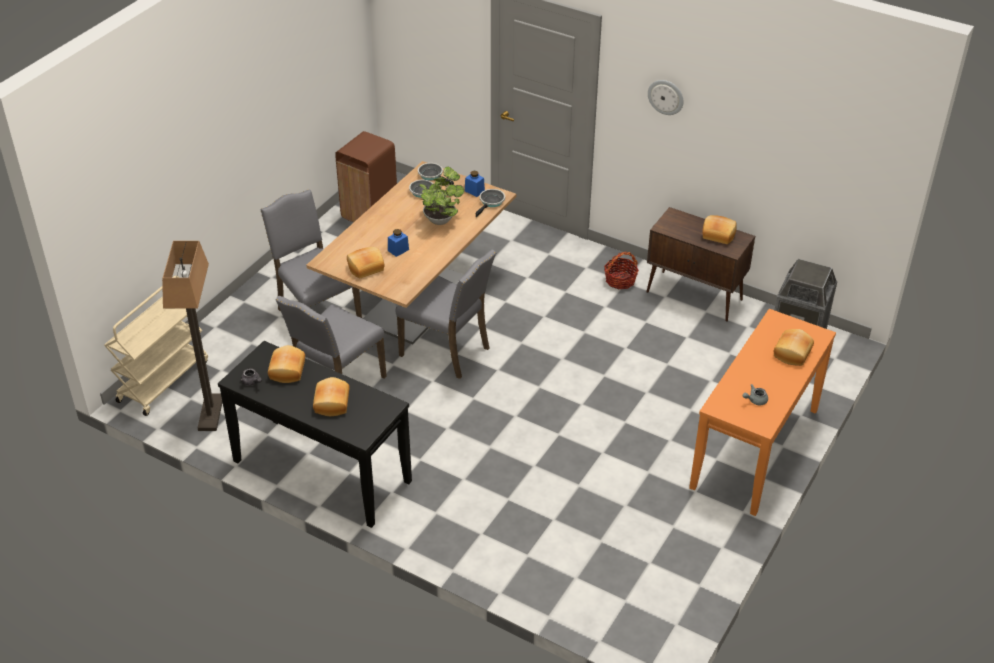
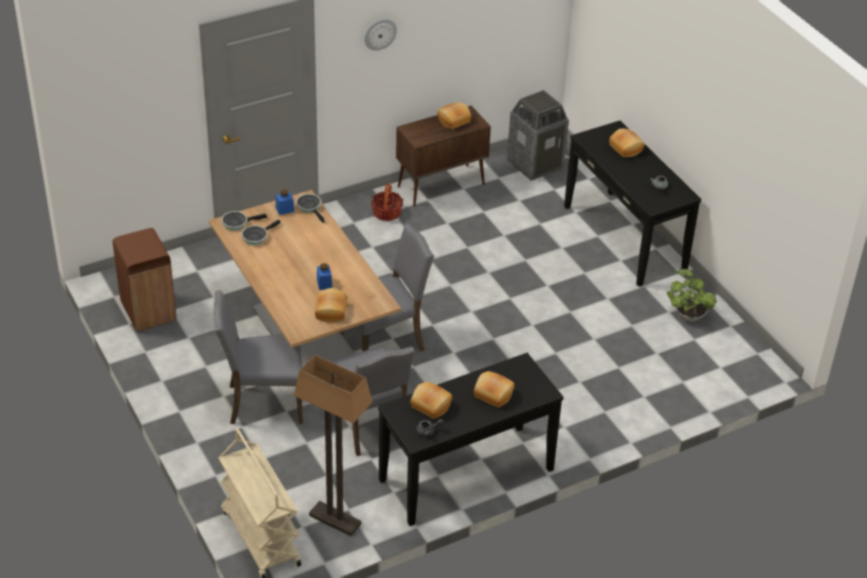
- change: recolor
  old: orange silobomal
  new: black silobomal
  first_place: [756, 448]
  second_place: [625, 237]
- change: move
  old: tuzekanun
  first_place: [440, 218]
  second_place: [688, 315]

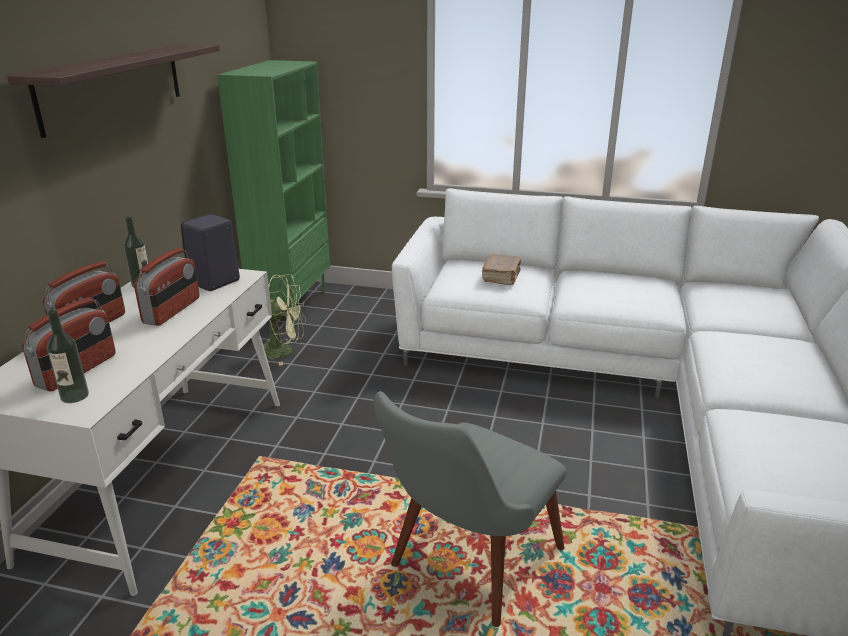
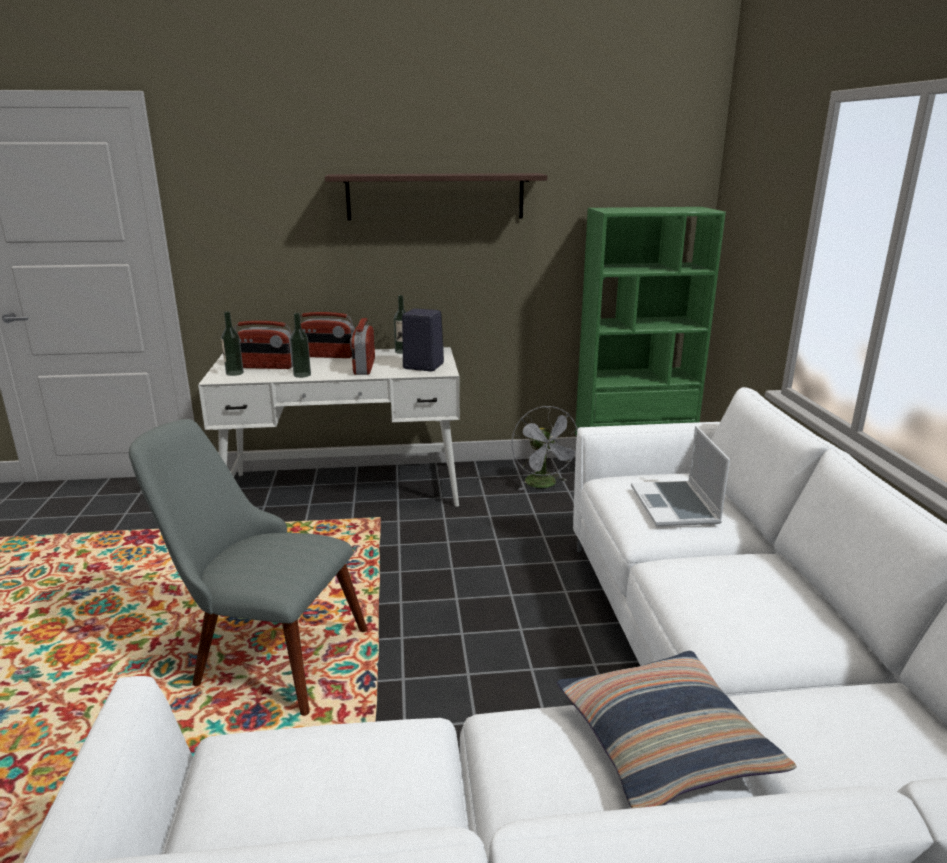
- change: insert
  new: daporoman
  second_place: [302, 375]
- change: rotate
  old: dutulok
  first_place: [172, 311]
  second_place: [363, 367]
  degrees: 90
- change: recolor
  old: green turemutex
  new: grey turemutex
  first_place: [284, 351]
  second_place: [544, 485]
- change: insert
  new: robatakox
  second_place: [665, 742]
- change: replace
  old: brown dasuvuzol
  new: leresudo
  first_place: [501, 277]
  second_place: [676, 506]

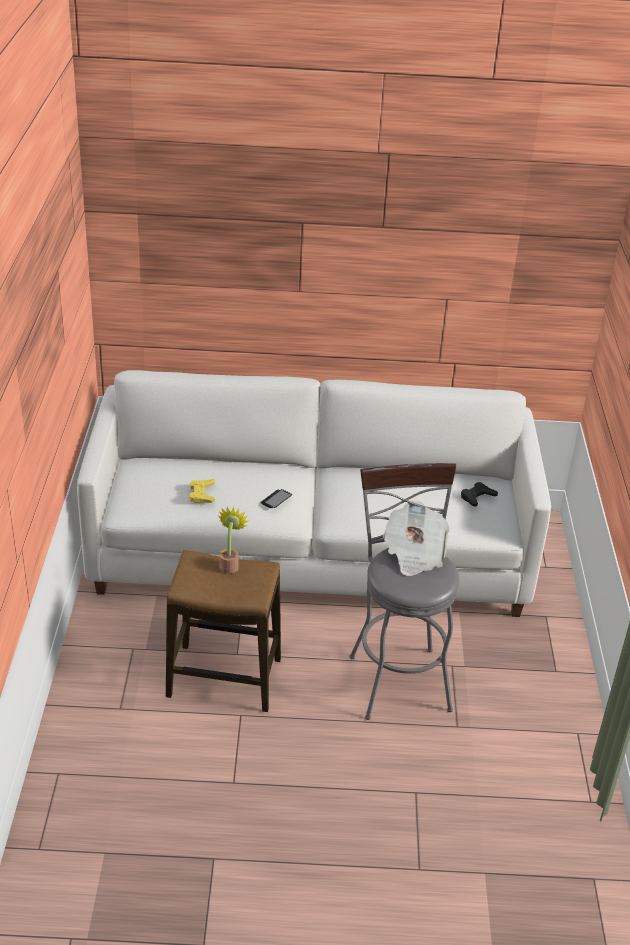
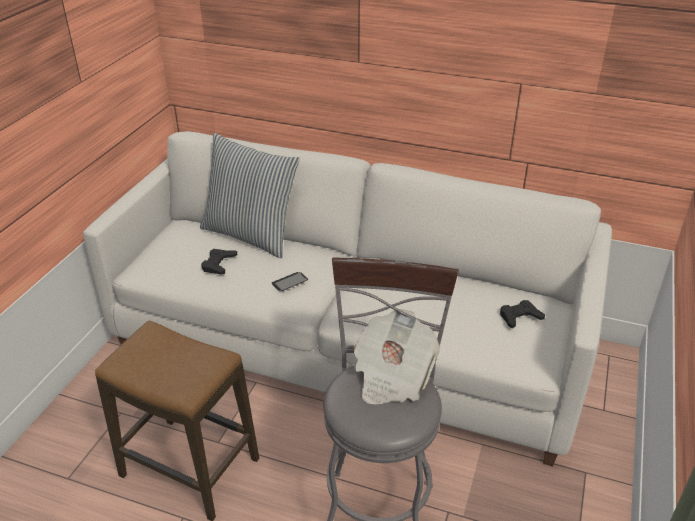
- change: insert
  new: robatakox
  second_place: [251, 235]
- change: recolor
  old: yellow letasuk
  new: black letasuk
  first_place: [202, 494]
  second_place: [218, 264]
- change: delete
  old: tuzekanun
  first_place: [230, 564]

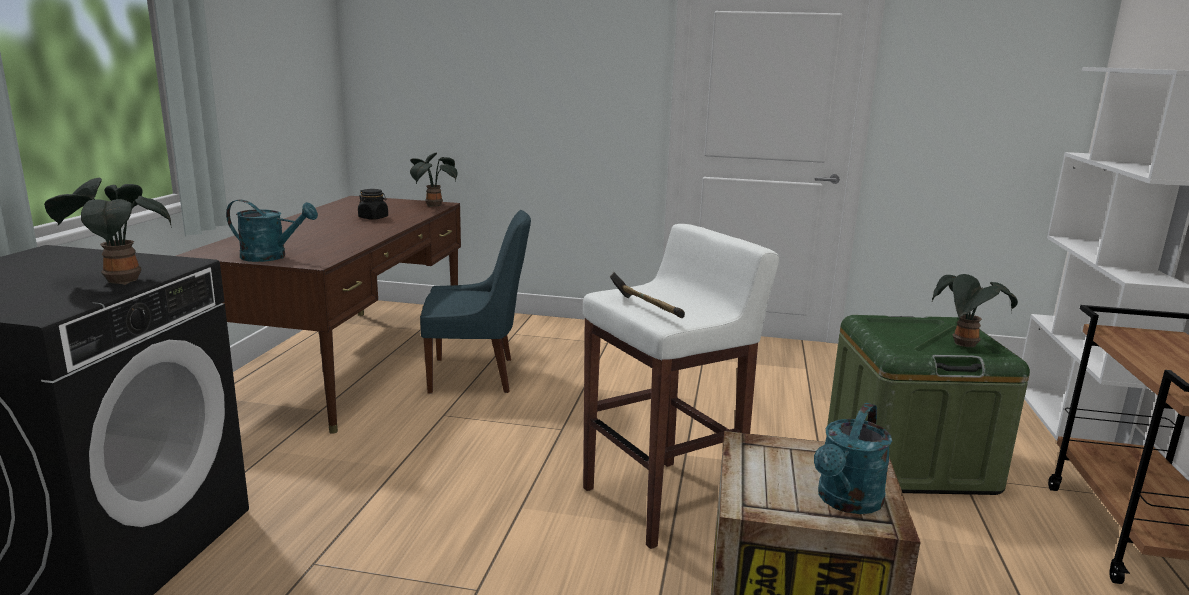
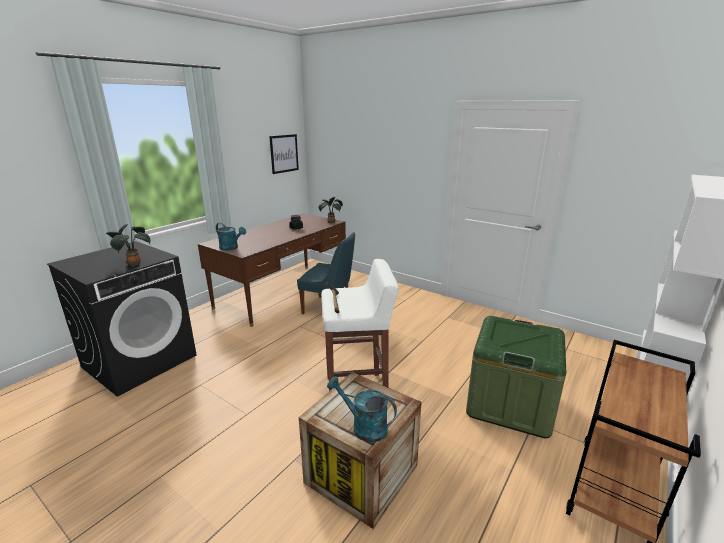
- change: insert
  new: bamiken
  second_place: [284, 153]
- change: rotate
  old: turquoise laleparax
  first_place: [846, 502]
  second_place: [363, 426]
  degrees: 60
- change: delete
  old: tuzekanun
  first_place: [964, 345]

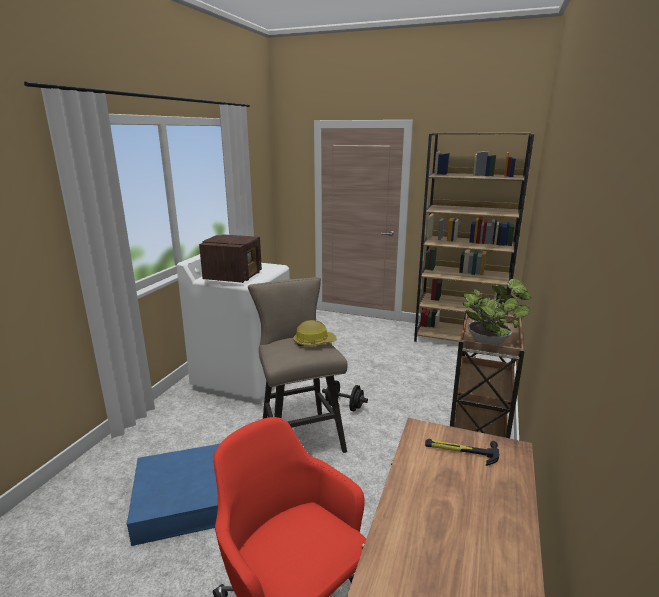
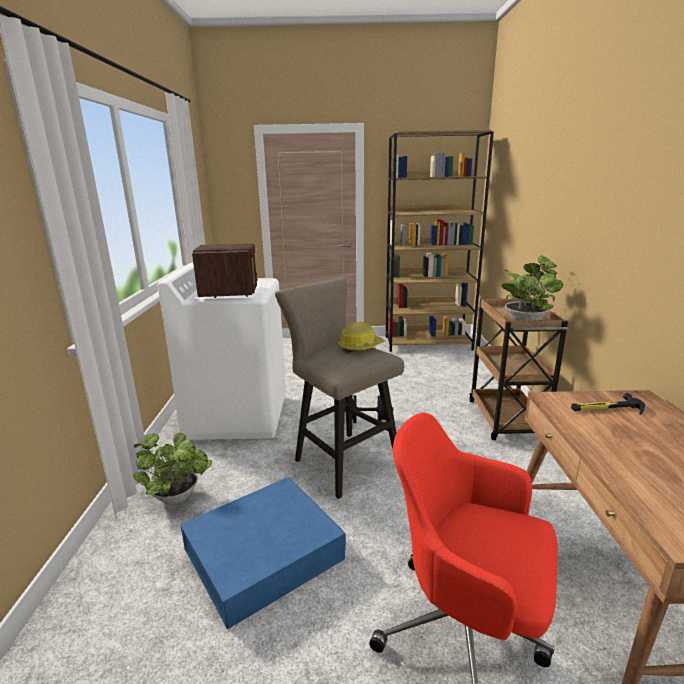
- change: insert
  new: tuzekanun
  second_place: [179, 498]

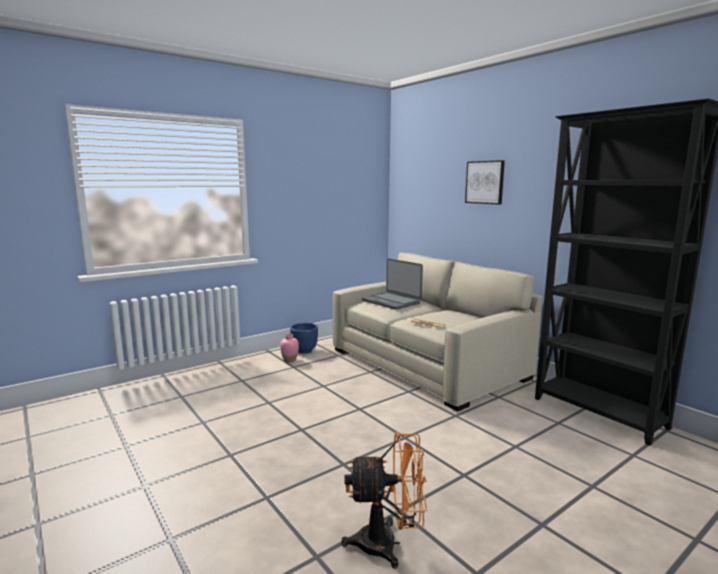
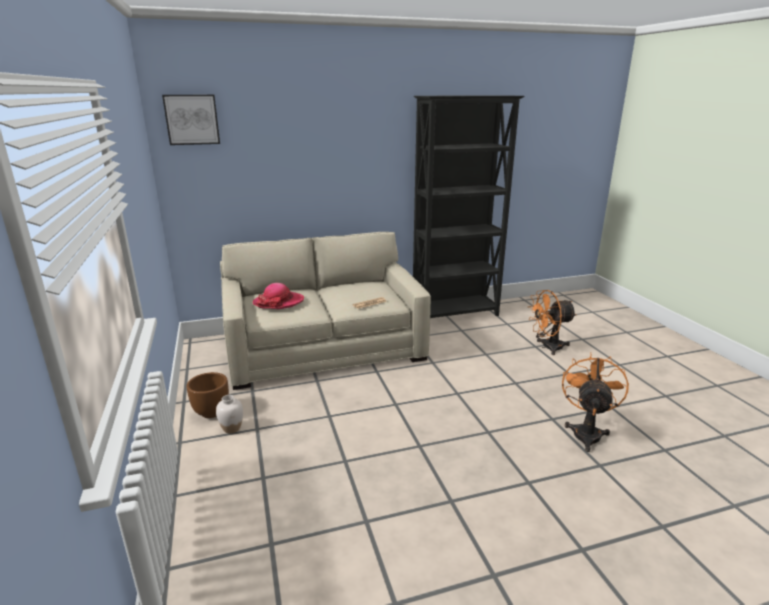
- change: move
  old: bamiken
  first_place: [485, 182]
  second_place: [192, 119]
- change: recolor
  old: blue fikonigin
  new: brown fikonigin
  first_place: [304, 351]
  second_place: [212, 412]
- change: recolor
  old: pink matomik
  new: white matomik
  first_place: [289, 360]
  second_place: [232, 428]
- change: replace
  old: leresudo
  new: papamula
  first_place: [391, 301]
  second_place: [278, 302]
- change: insert
  new: orange turemutex
  second_place: [547, 347]

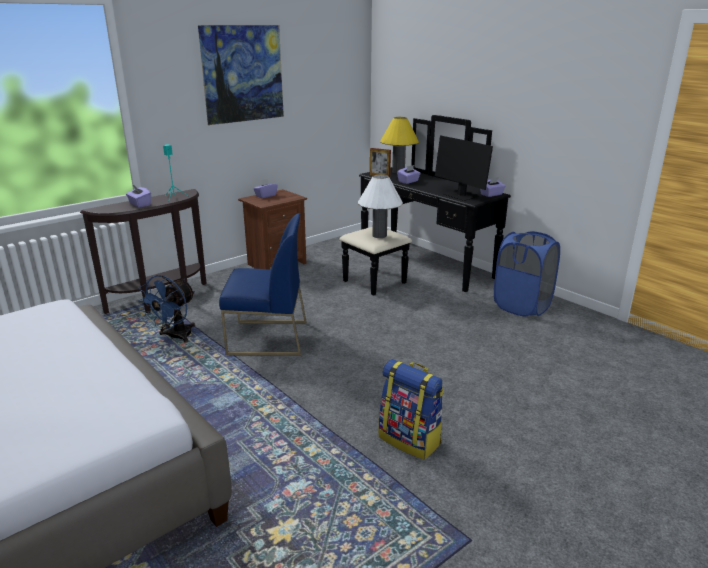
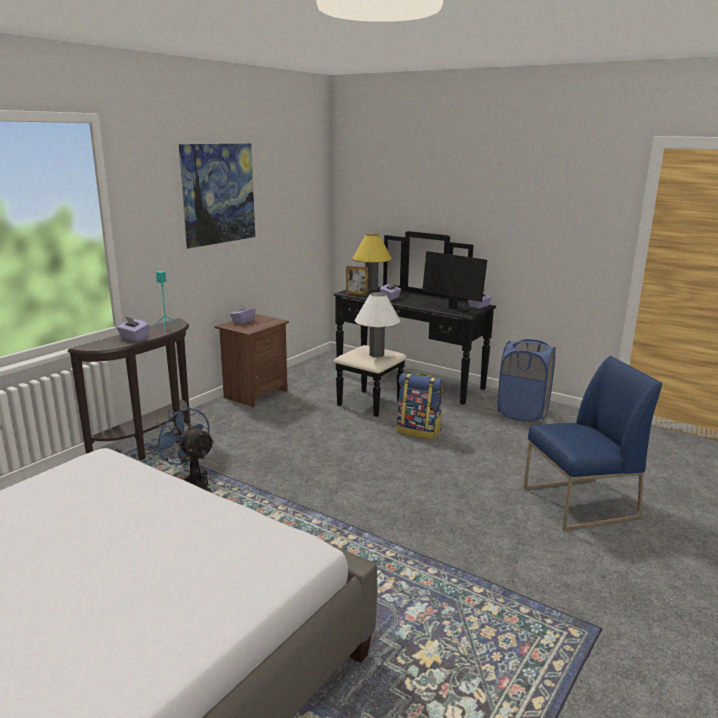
- change: rotate
  old: blue turemutex
  first_place: [175, 337]
  second_place: [191, 482]
  degrees: 120
- change: move
  old: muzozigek
  first_place: [410, 440]
  second_place: [419, 431]
- change: move
  old: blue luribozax
  first_place: [267, 338]
  second_place: [579, 503]

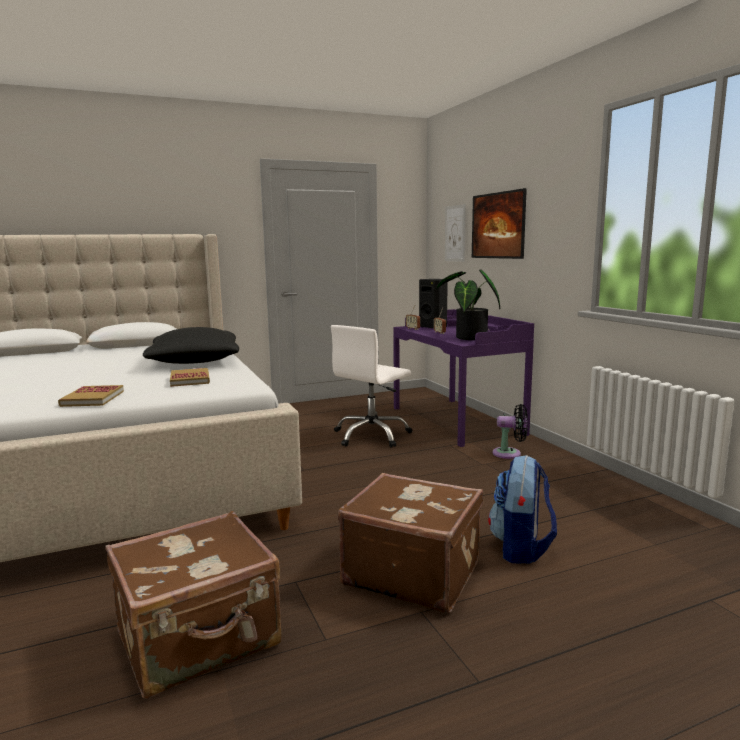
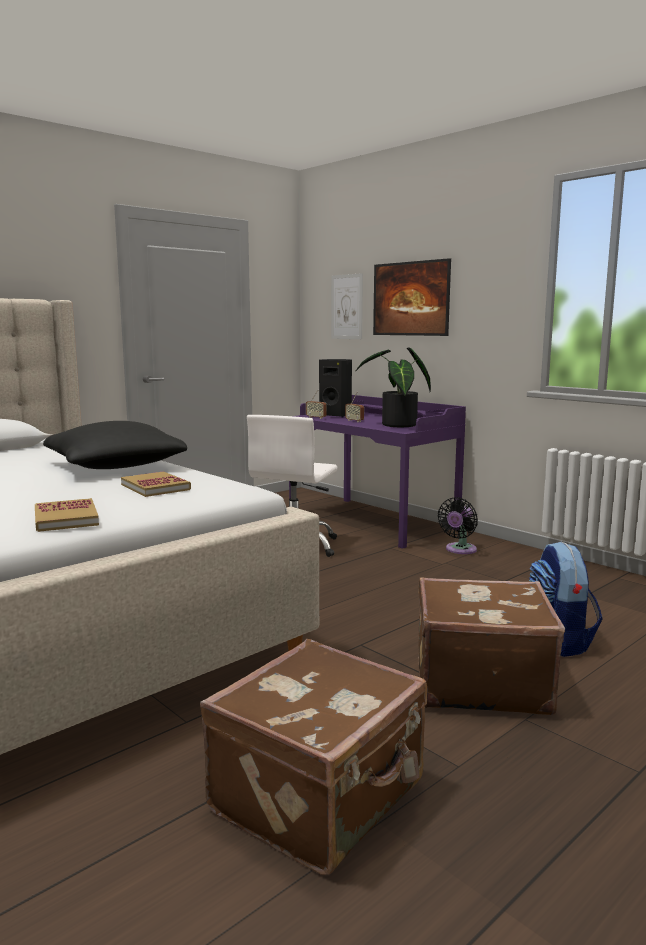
- change: rotate
  old: black turemutex
  first_place: [510, 453]
  second_place: [459, 550]
  degrees: 135

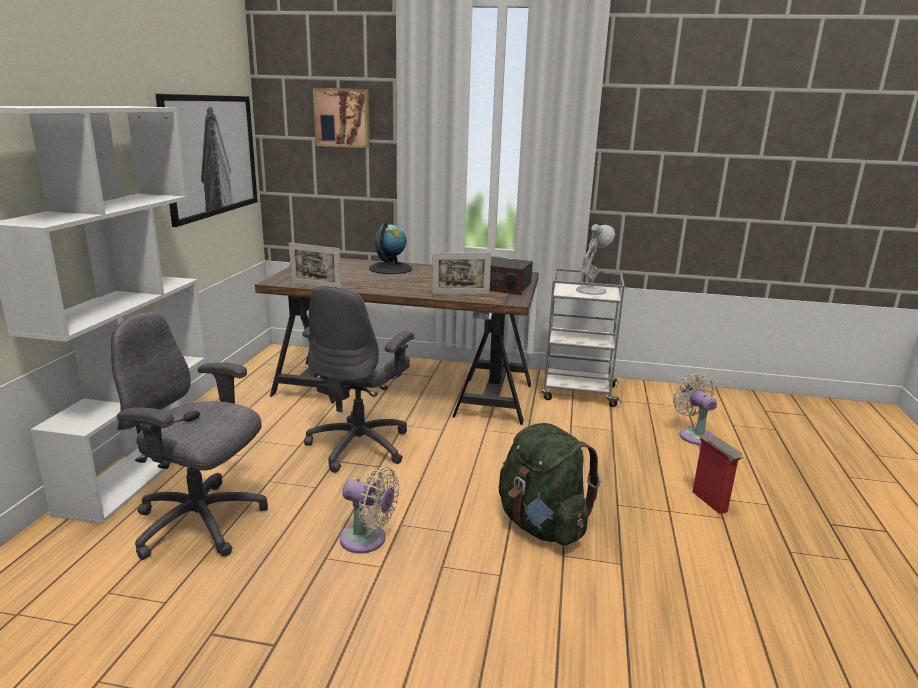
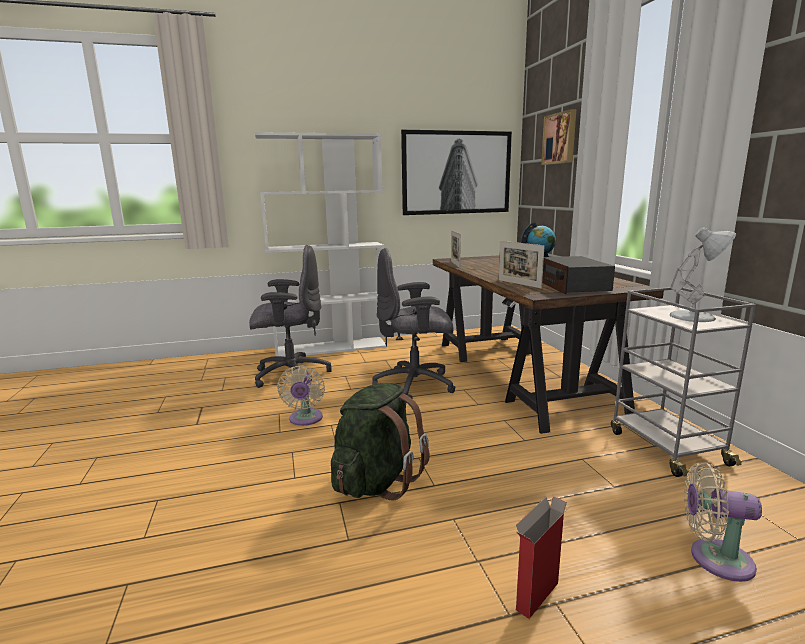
- change: rotate
  old: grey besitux
  first_place: [201, 523]
  second_place: [290, 375]
  degrees: 90
- change: rotate
  old: beige turemutex
  first_place: [694, 435]
  second_place: [714, 558]
  degrees: -120

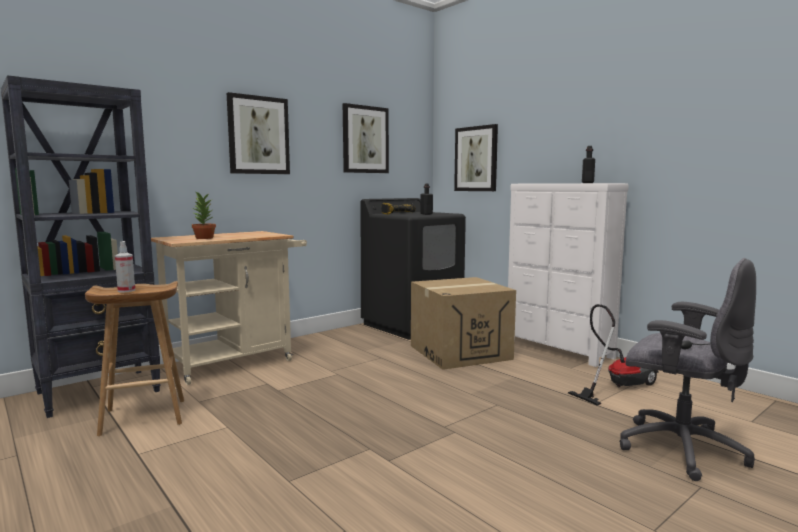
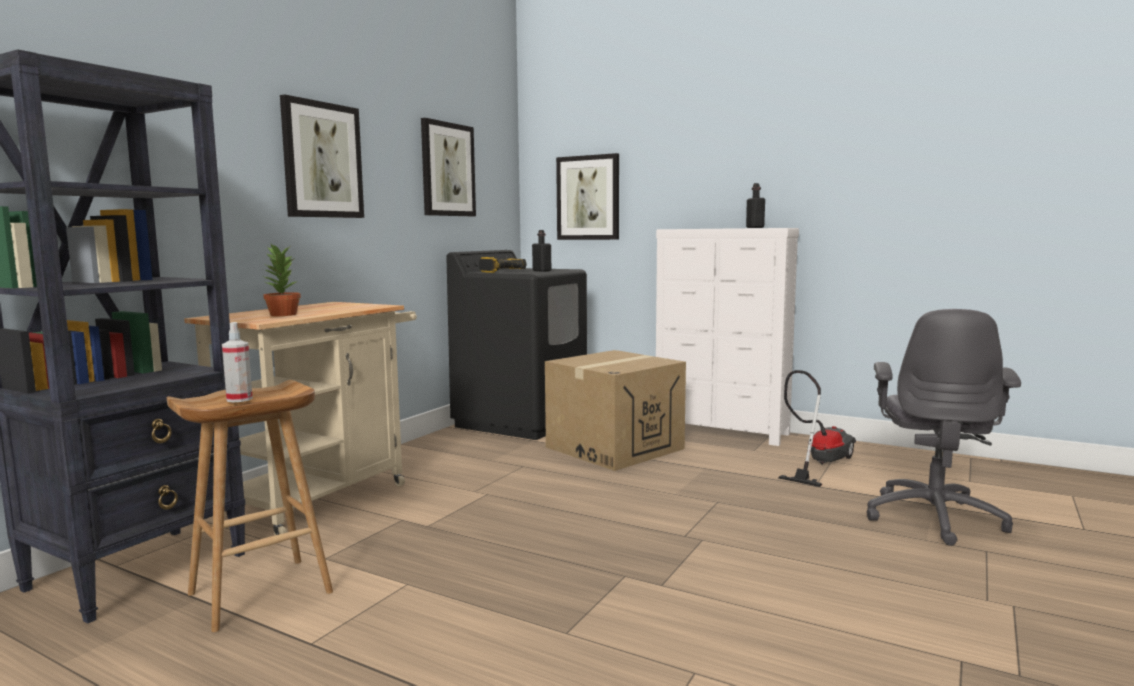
- change: rotate
  old: grey besitux
  first_place: [679, 448]
  second_place: [934, 517]
  degrees: 90

